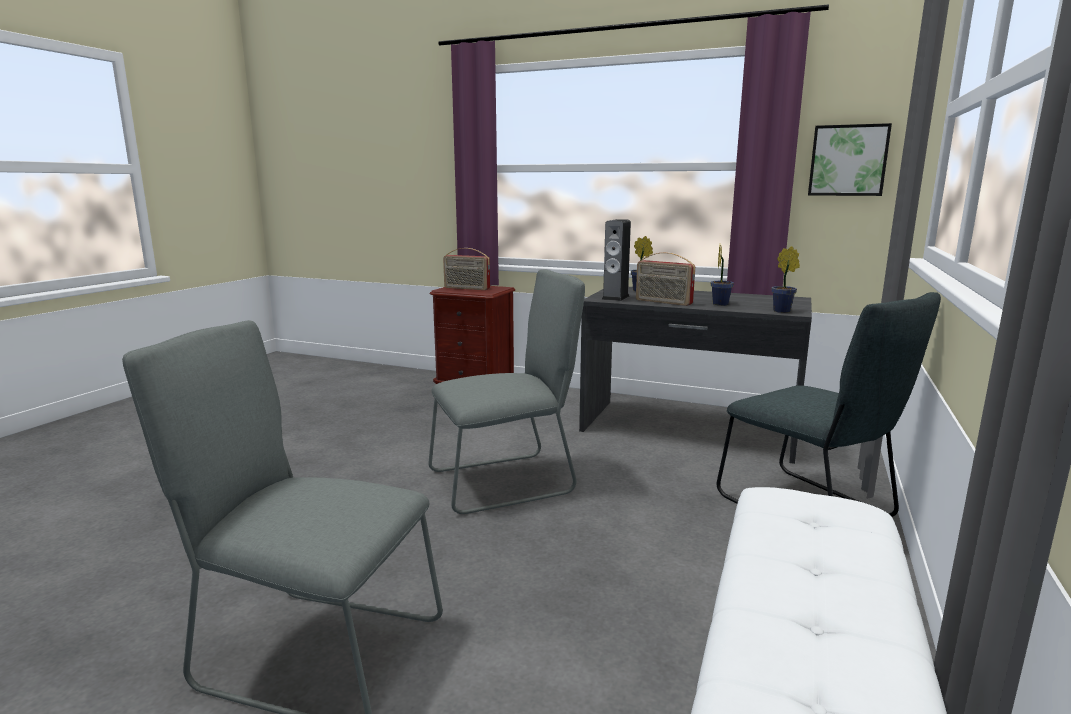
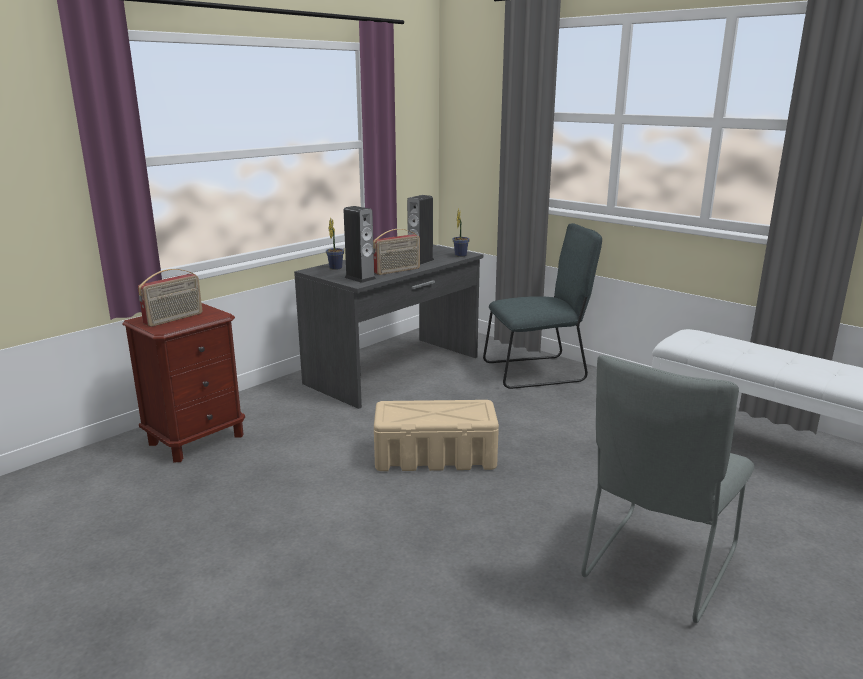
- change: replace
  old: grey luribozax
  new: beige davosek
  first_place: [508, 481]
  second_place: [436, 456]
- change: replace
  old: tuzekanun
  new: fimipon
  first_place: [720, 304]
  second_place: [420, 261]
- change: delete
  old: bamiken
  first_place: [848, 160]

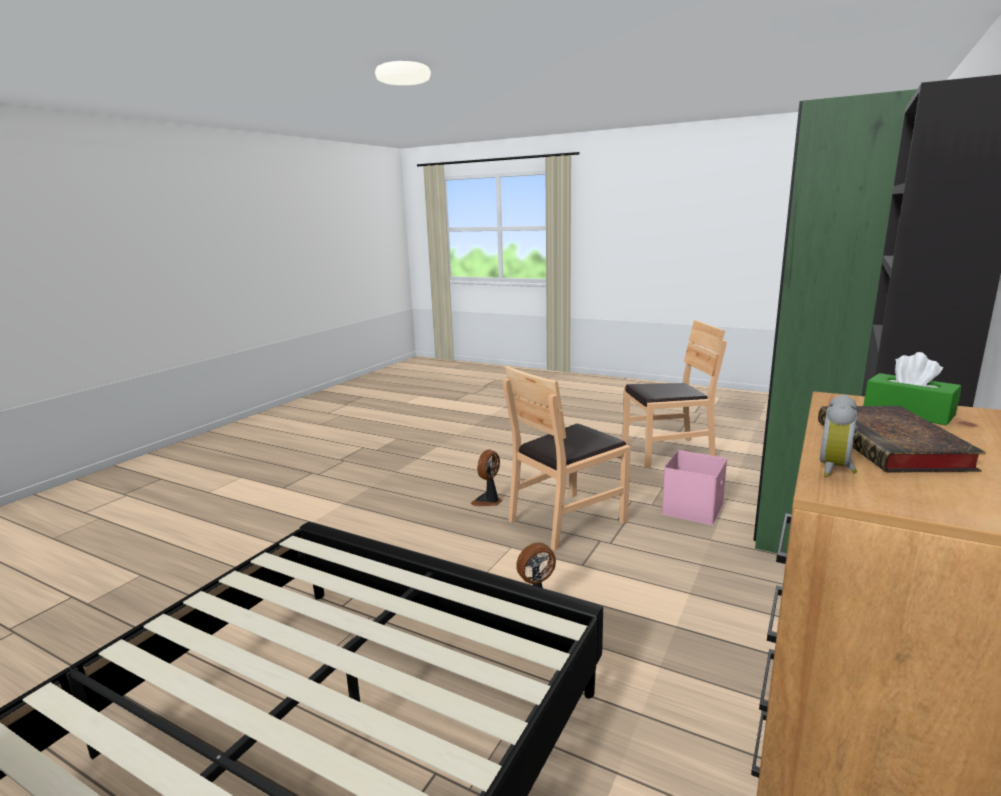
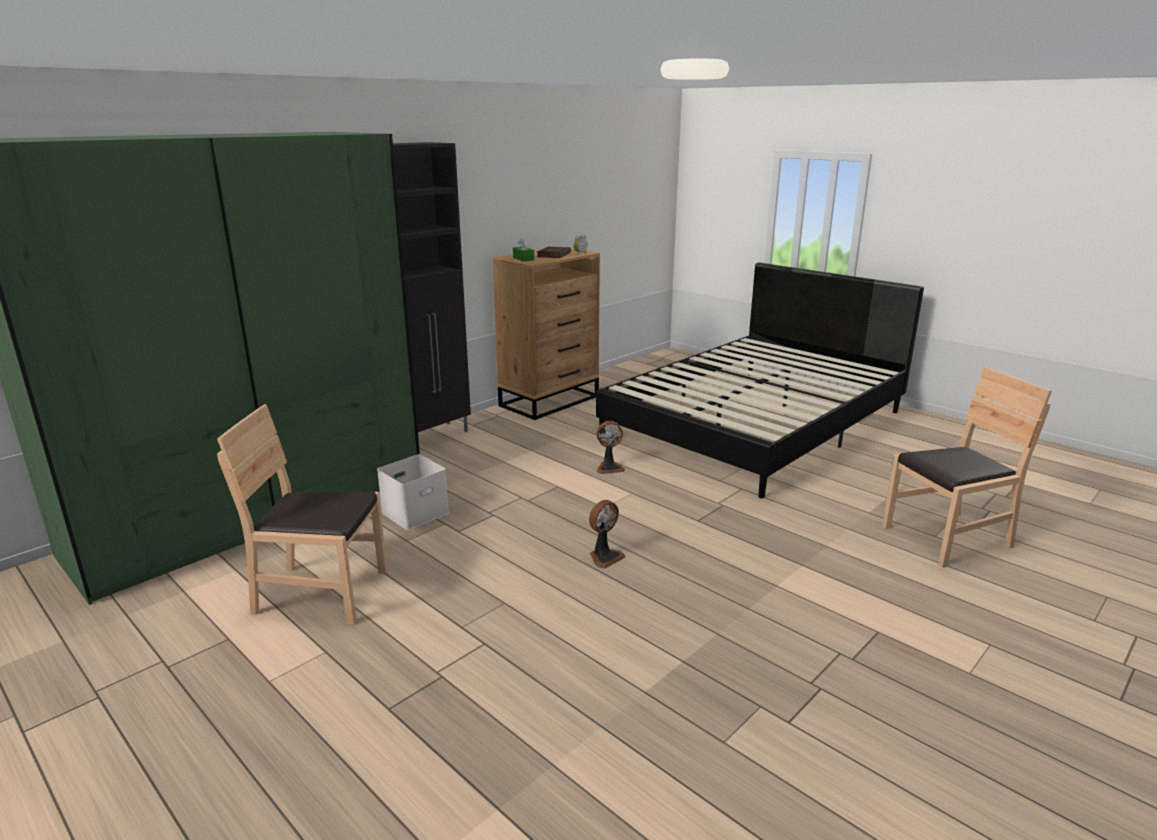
- change: recolor
  old: pink davosek
  new: white davosek
  first_place: [693, 509]
  second_place: [415, 512]
- change: move
  old: brown luribozax
  first_place: [566, 520]
  second_place: [947, 538]

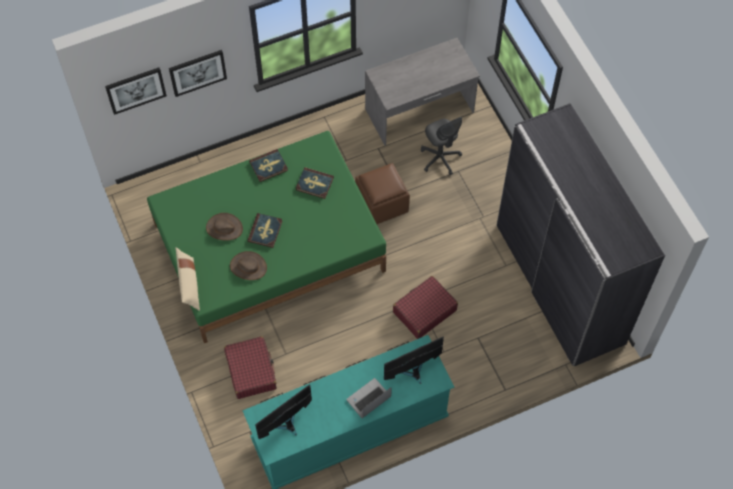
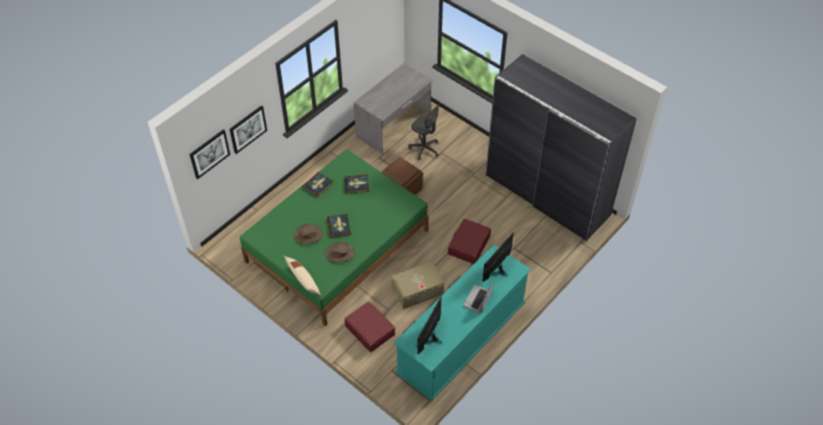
- change: insert
  new: beige davosek
  second_place: [417, 290]

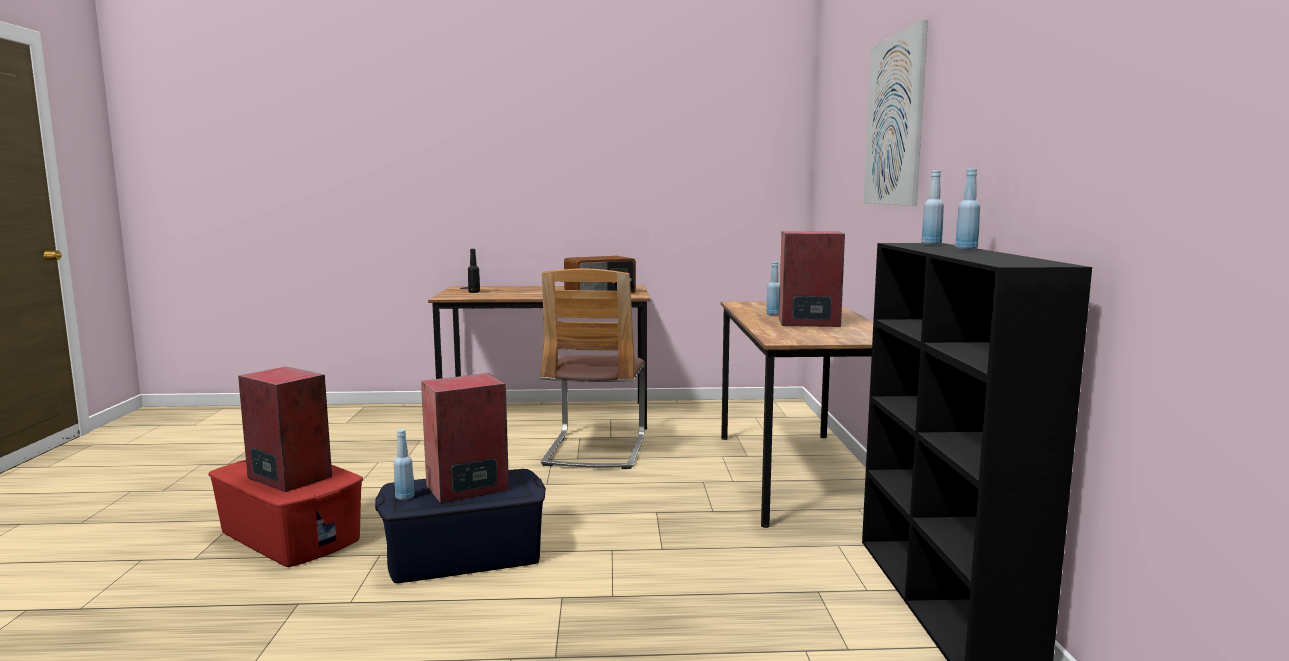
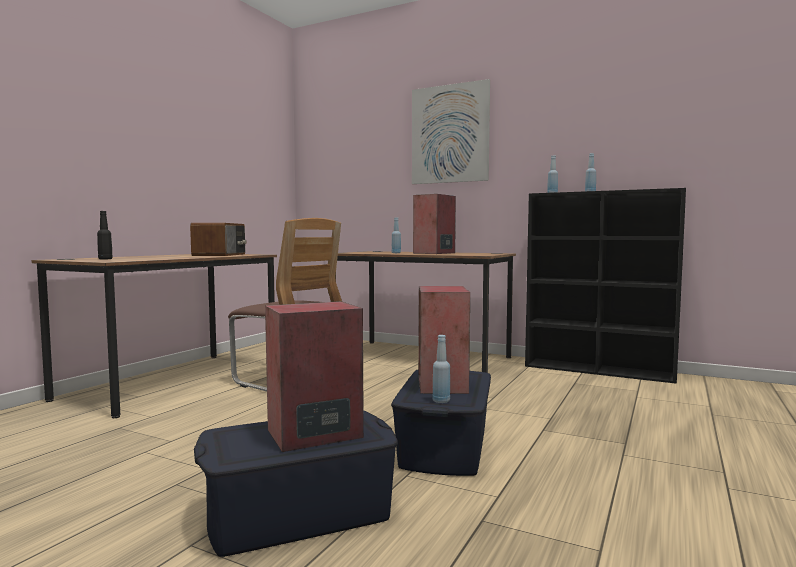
- change: recolor
  old: red davosek
  new: blue davosek
  first_place: [290, 535]
  second_place: [298, 513]

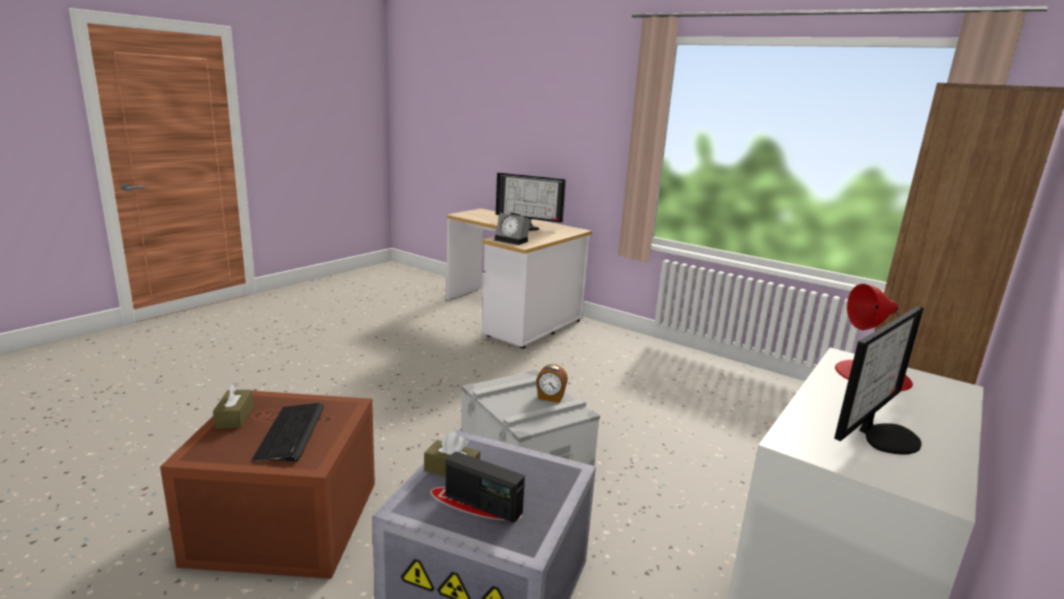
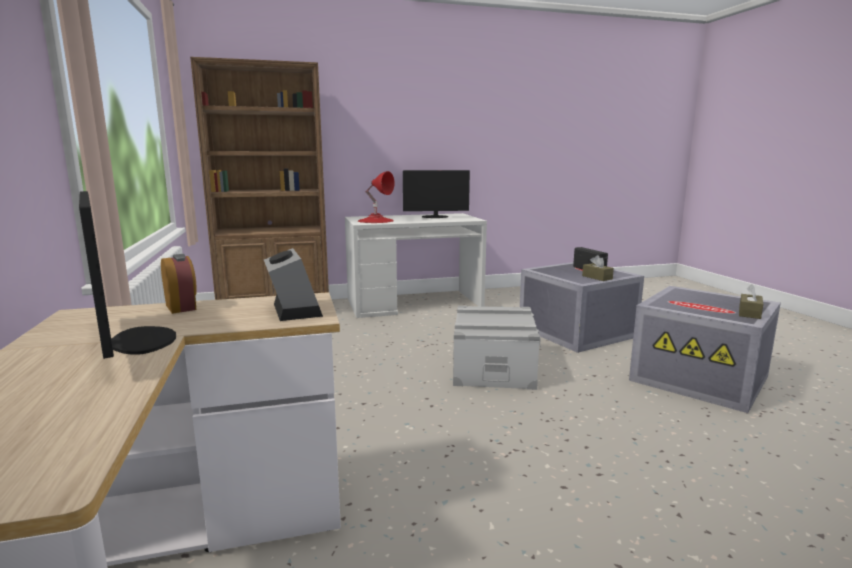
- change: move
  old: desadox
  first_place: [550, 398]
  second_place: [182, 307]
- change: recolor
  old: brown davosek
  new: grey davosek
  first_place: [282, 522]
  second_place: [701, 378]
- change: delete
  old: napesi
  first_place: [291, 433]

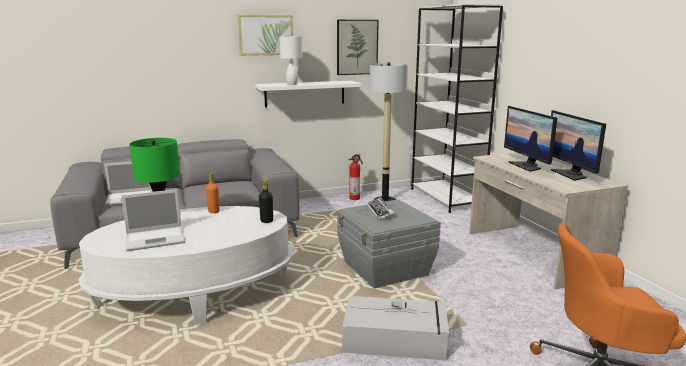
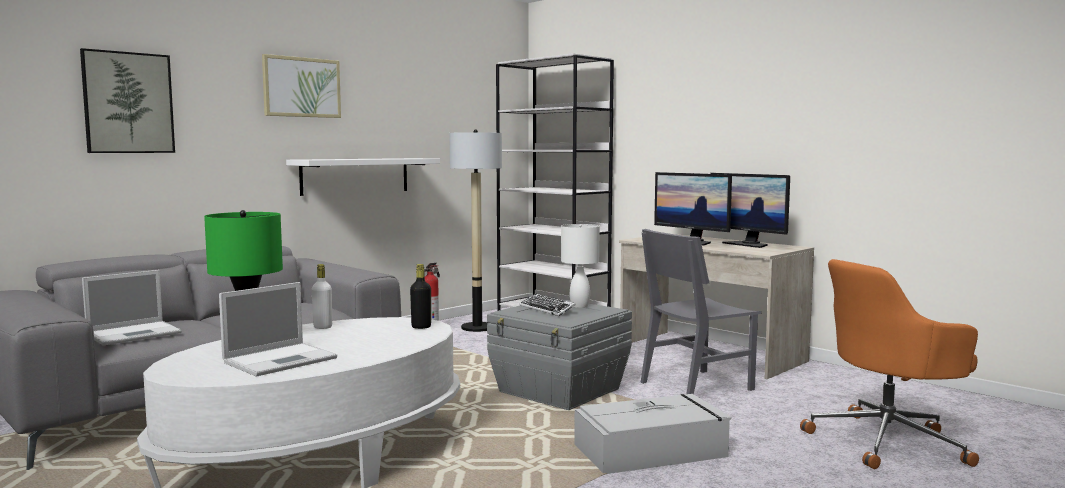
- change: move
  old: bamiken
  first_place: [357, 47]
  second_place: [128, 103]
- change: recolor
  old: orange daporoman
  new: white daporoman
  first_place: [214, 211]
  second_place: [322, 327]
- change: move
  old: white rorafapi
  first_place: [292, 84]
  second_place: [580, 306]
- change: insert
  new: grey luribozax
  second_place: [696, 386]

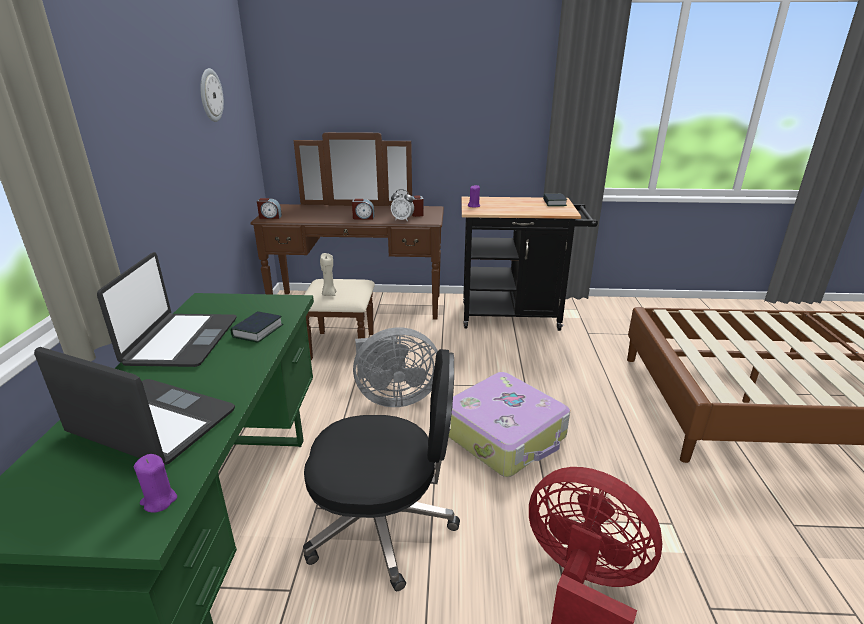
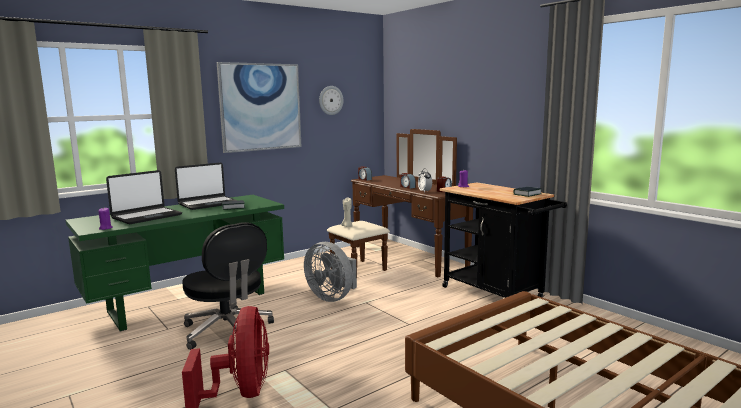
- change: rotate
  old: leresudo
  first_place: [152, 424]
  second_place: [146, 216]
  degrees: 60
- change: insert
  new: bamiken
  second_place: [260, 107]
- change: delete
  old: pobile
  first_place: [505, 434]

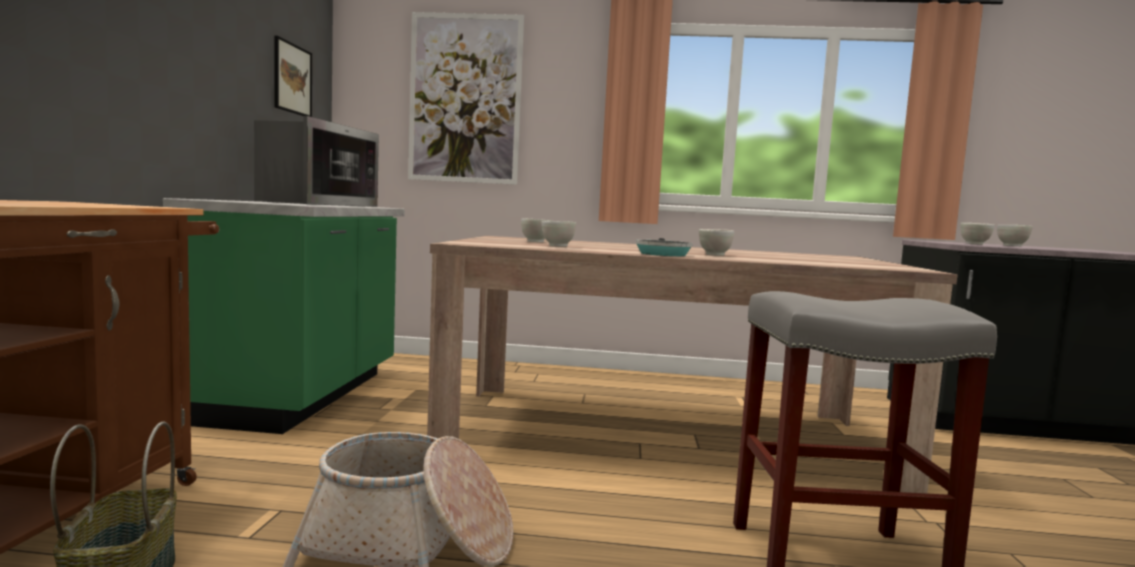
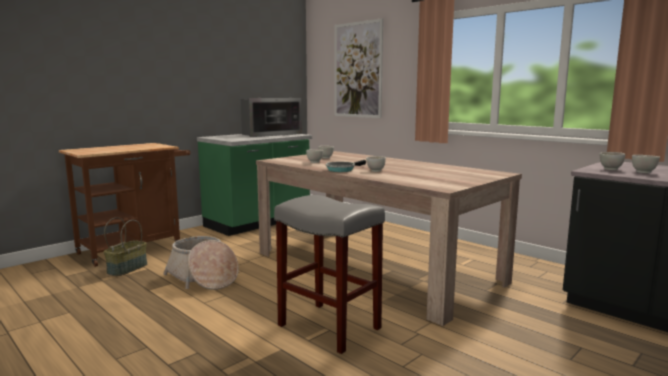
- change: delete
  old: bamiken
  first_place: [292, 79]

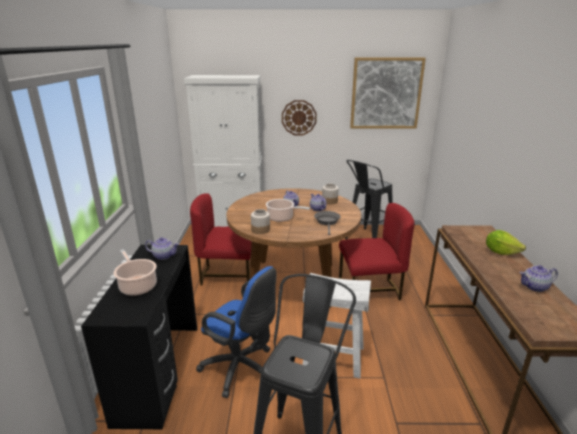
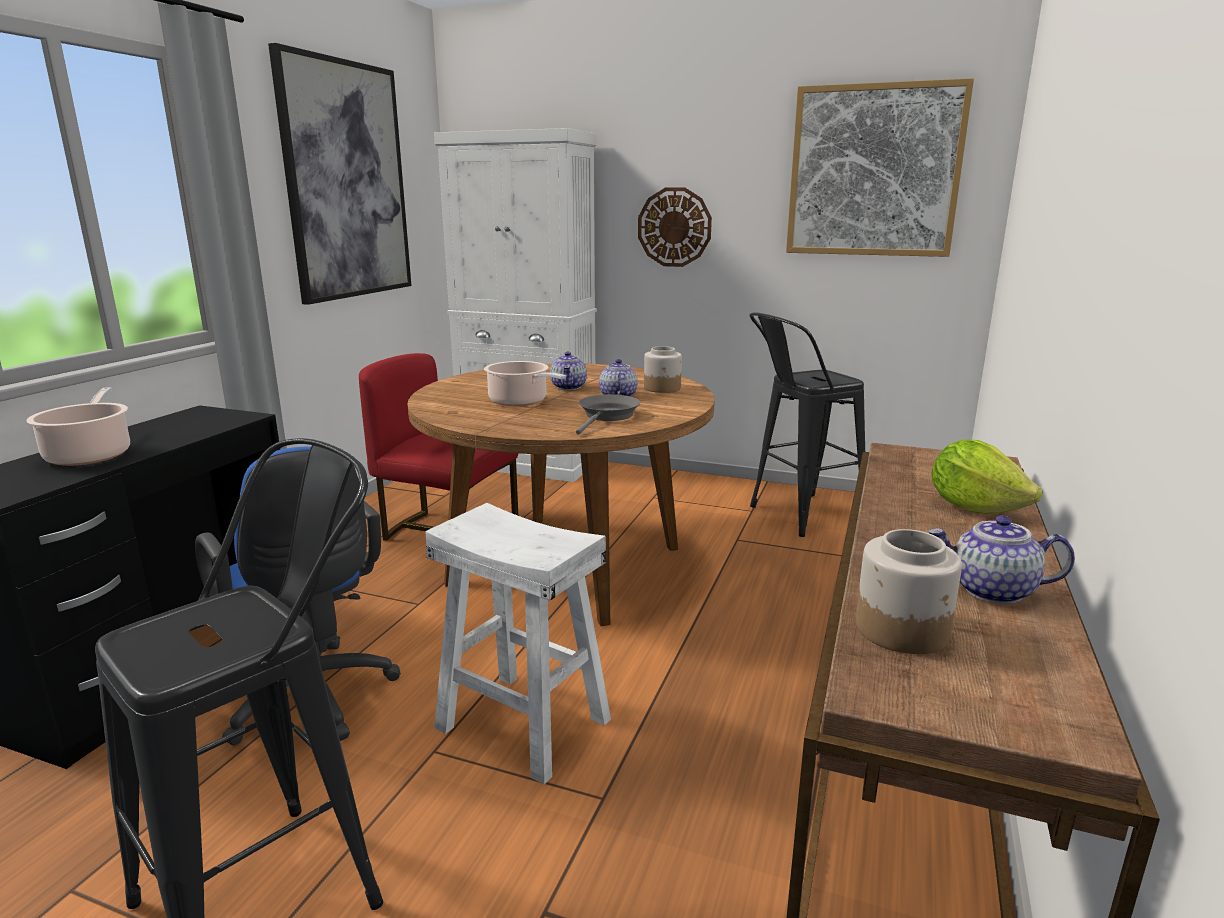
- change: insert
  new: bamiken
  second_place: [346, 181]
- change: move
  old: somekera
  first_place: [260, 230]
  second_place: [903, 630]
- change: delete
  old: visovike
  first_place: [164, 256]
- change: delete
  old: red luribozax
  first_place: [370, 291]

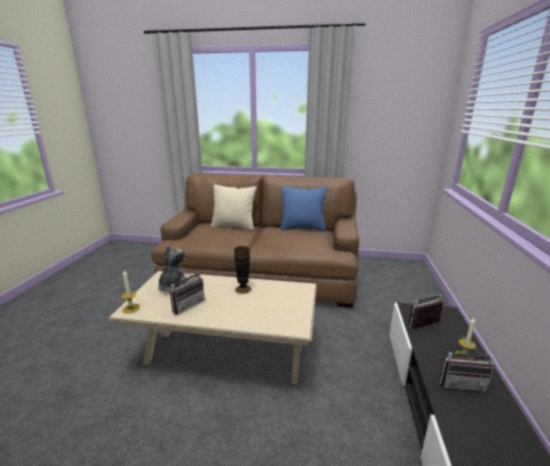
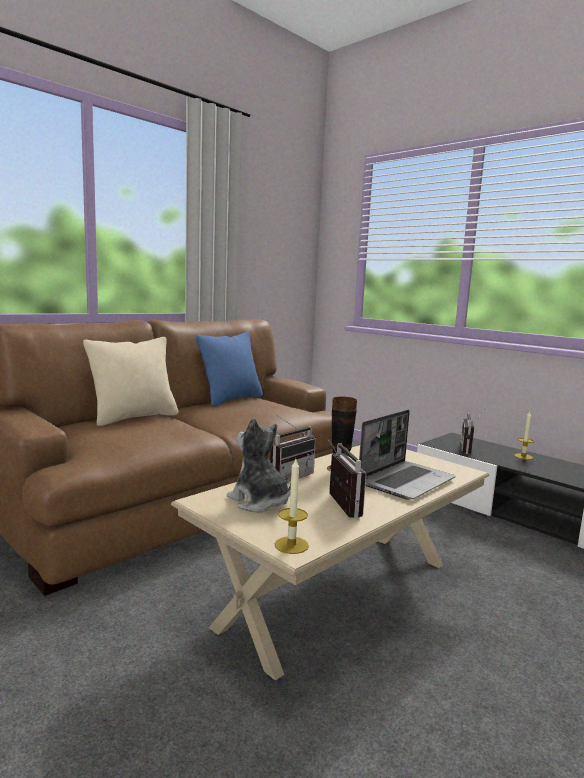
- change: move
  old: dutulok
  first_place: [460, 382]
  second_place: [287, 477]
- change: insert
  new: leresudo
  second_place: [406, 481]

